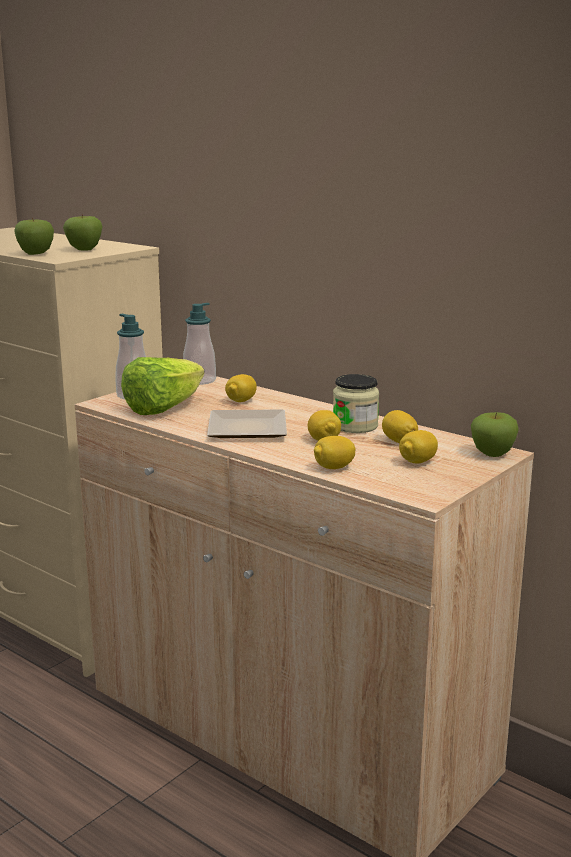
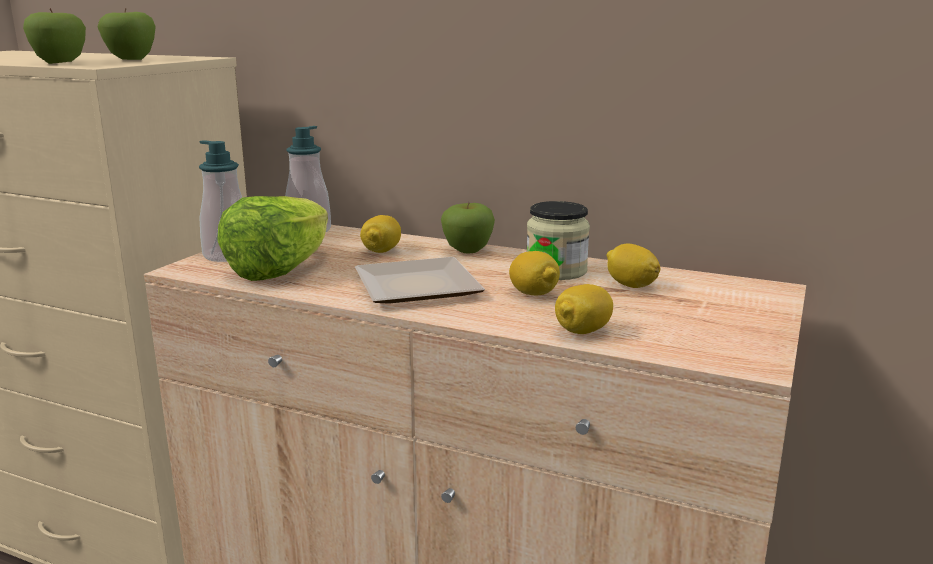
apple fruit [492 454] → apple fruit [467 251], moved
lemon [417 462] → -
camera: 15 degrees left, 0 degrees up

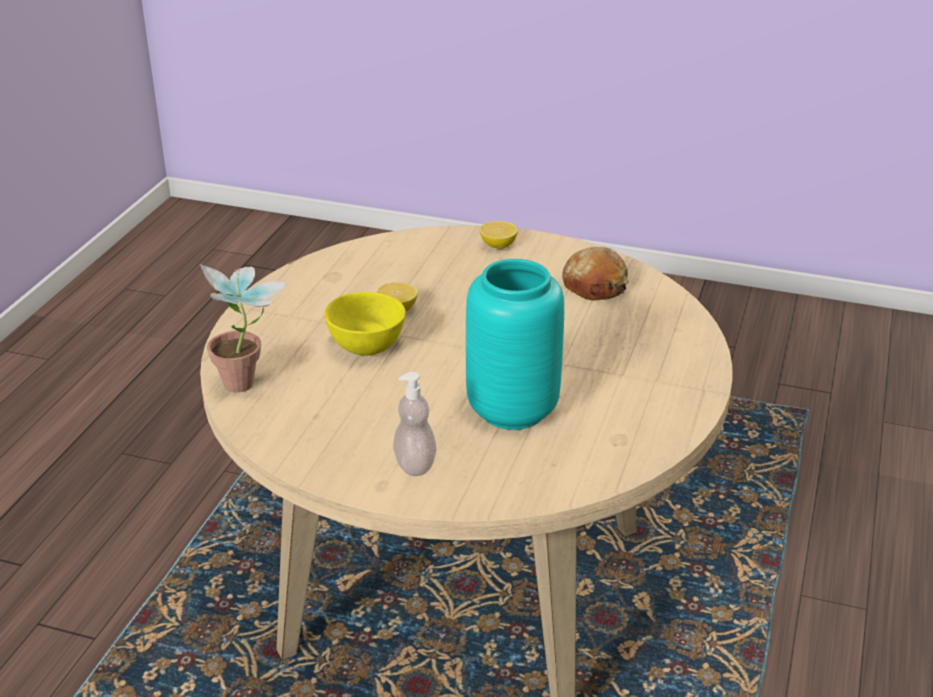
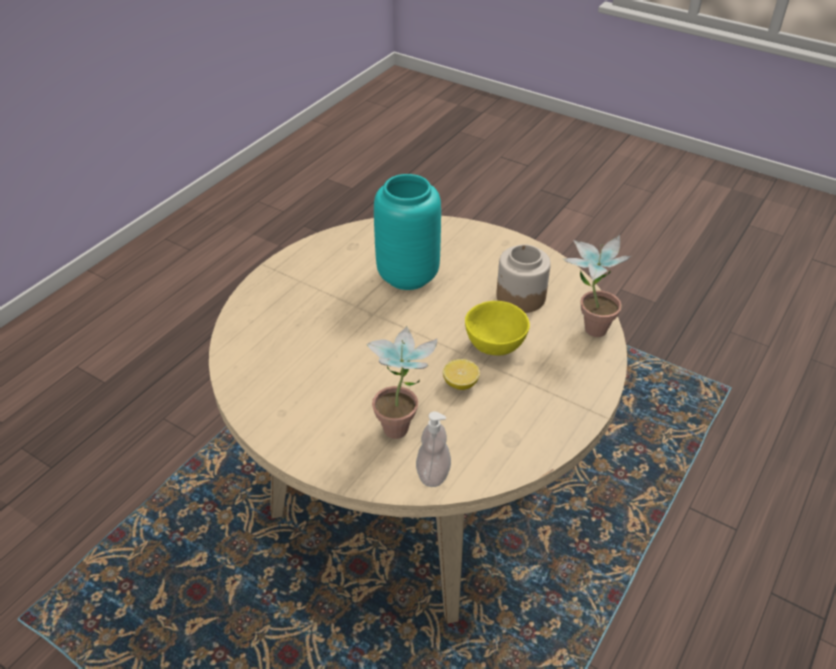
- → plant in a pot [402 423]
soap dispenser [415 464] → soap dispenser [433 473], moved
- → preserve jar [520 296]
lemon [498 245] → -
baked bread [595 286] → -
camera: 165 degrees left, 10 degrees up

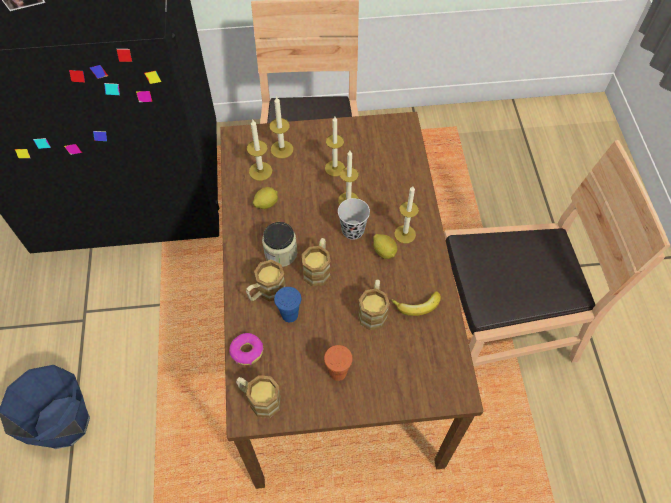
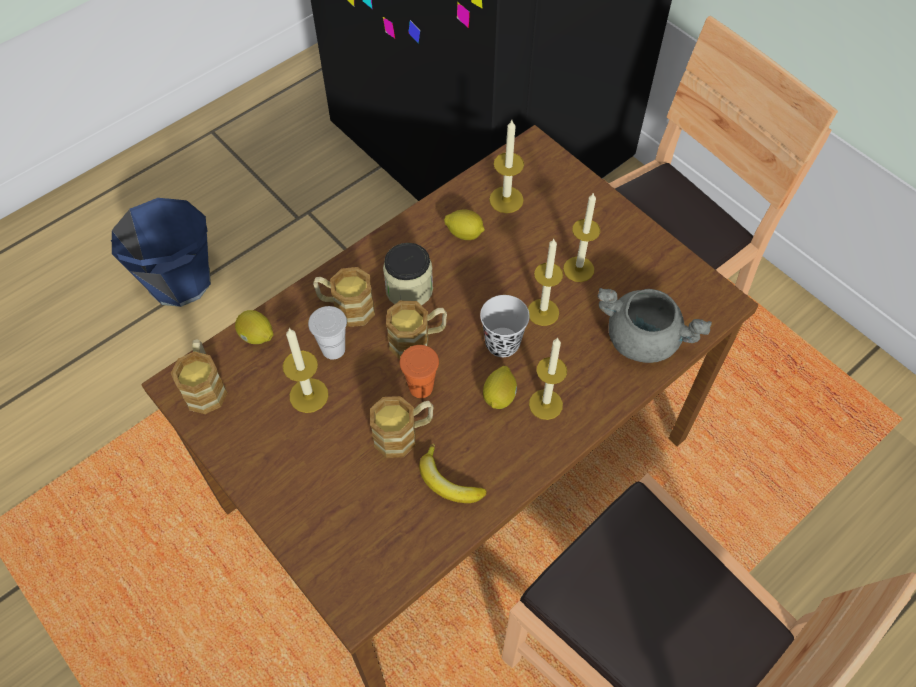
doughnut [246 351] → lemon [257 336]
wax candle [282 149] → wax candle [309 395], moved
blue drinking cup [289 315] → white drinking cup [333 349]
orange drinking cup [338 372] → orange drinking cup [421 387], moved
- → greyish stockpot [643 339]
camera: 55 degrees right, 0 degrees up

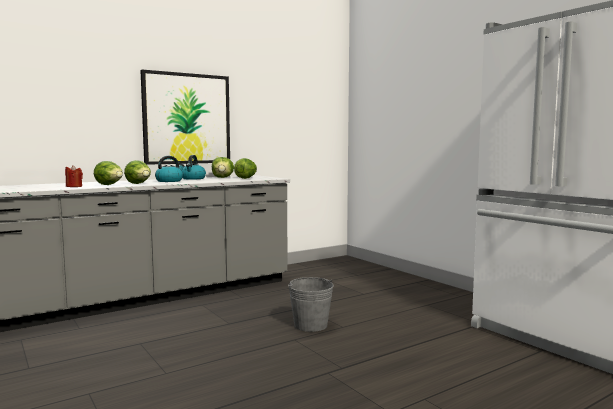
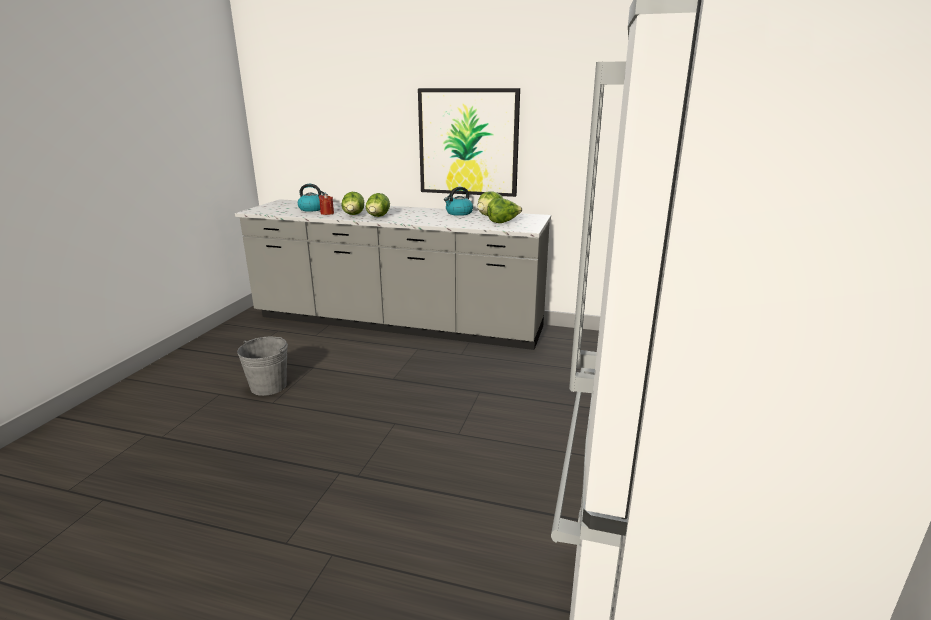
greyish bucket [310 325] → greyish bucket [268 386], moved
water kettle [169 181] → water kettle [312 209], moved
camera: 50 degrees right, 15 degrees up

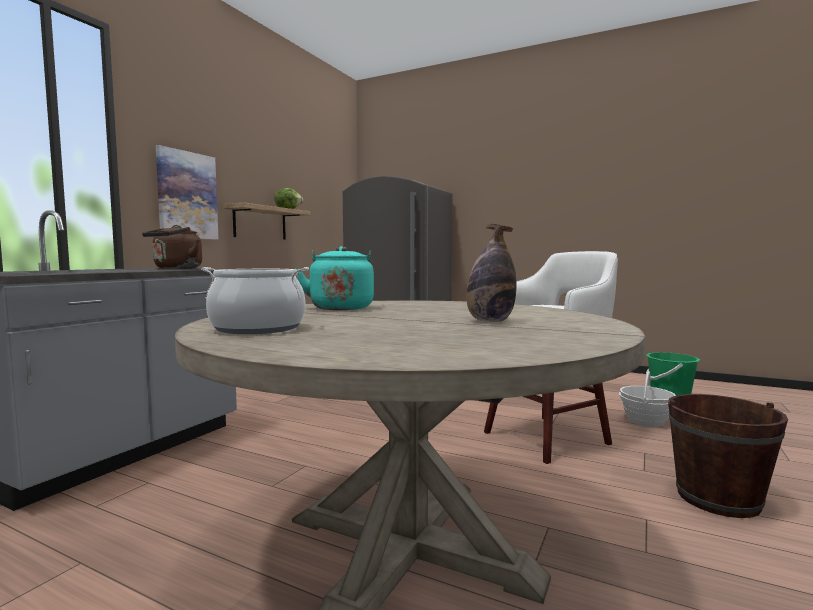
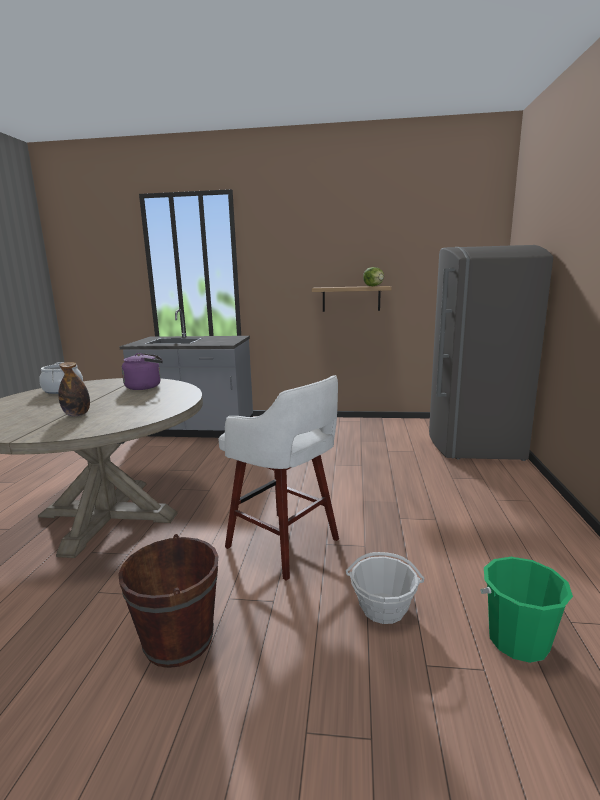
turquoise water kettle [341 307] → purple water kettle [145 386]
brown water kettle [176 268] → -
wall art [187 195] → -
camera: 70 degrees right, 10 degrees up

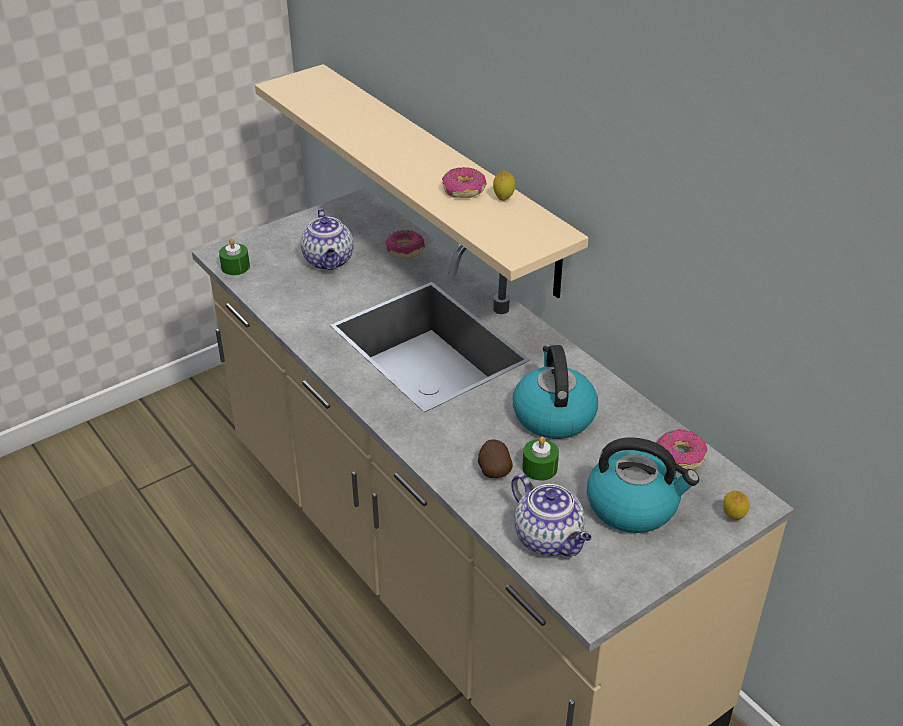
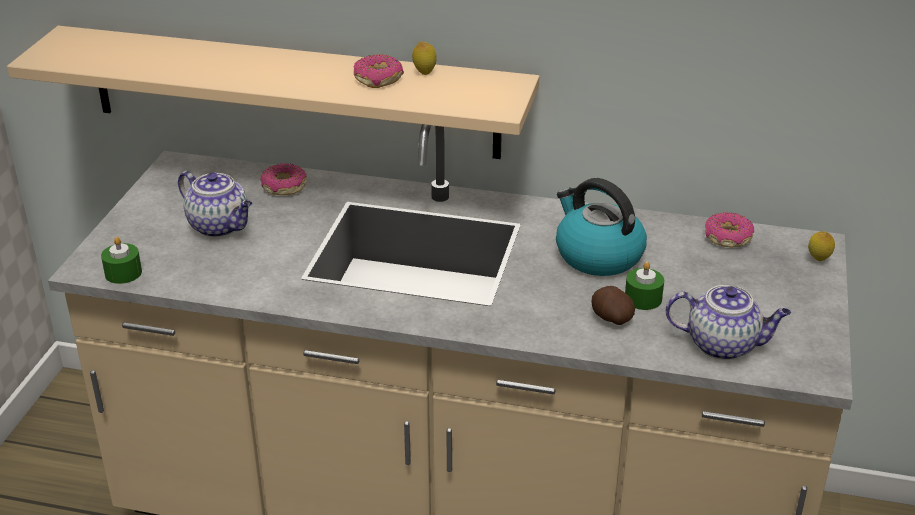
water kettle [633 506] → -
camera: 40 degrees left, 5 degrees down

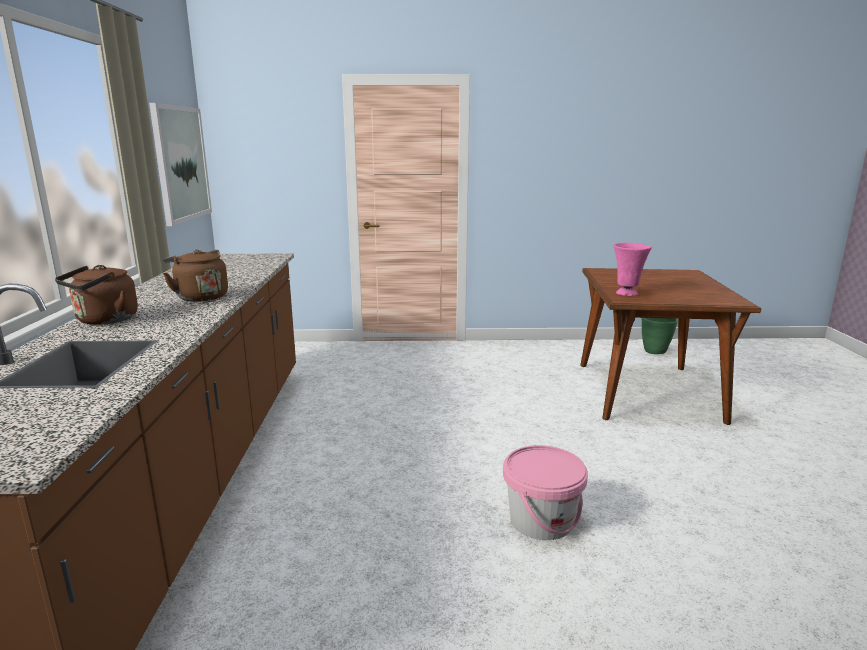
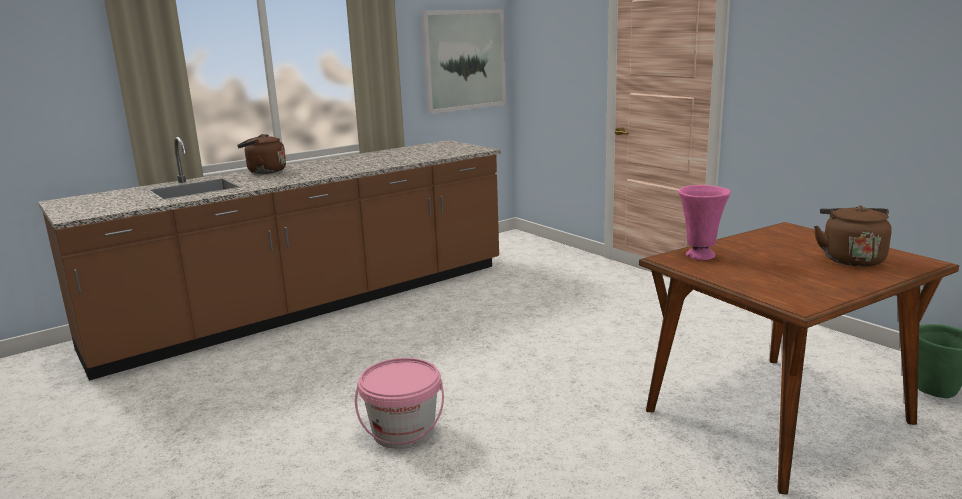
brown water kettle [200 297] → brown water kettle [850 259], moved
camera: 55 degrees right, 0 degrees up

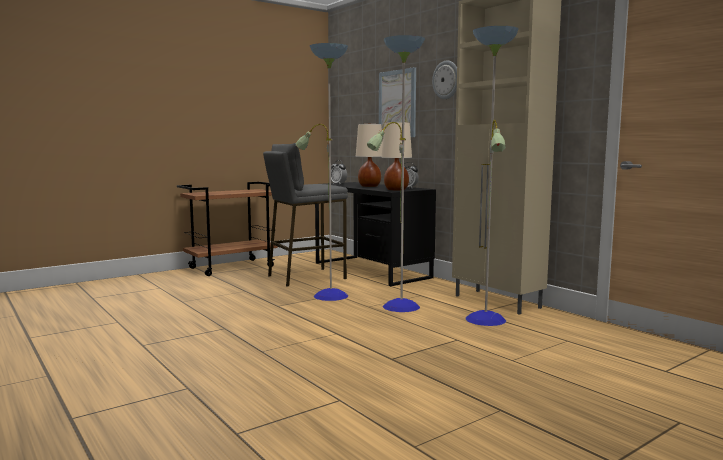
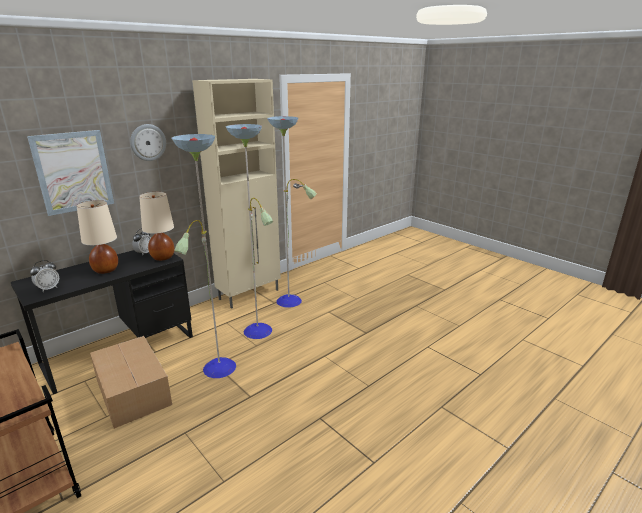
greyish stool [306 277] → packing box [132 393]
camera: 95 degrees left, 15 degrees up

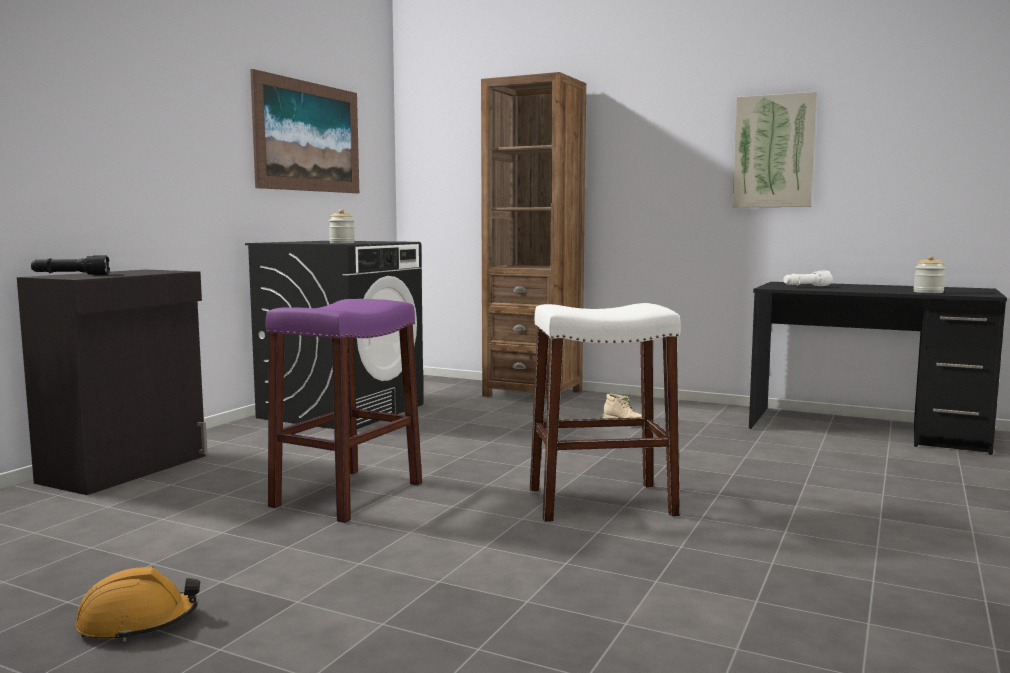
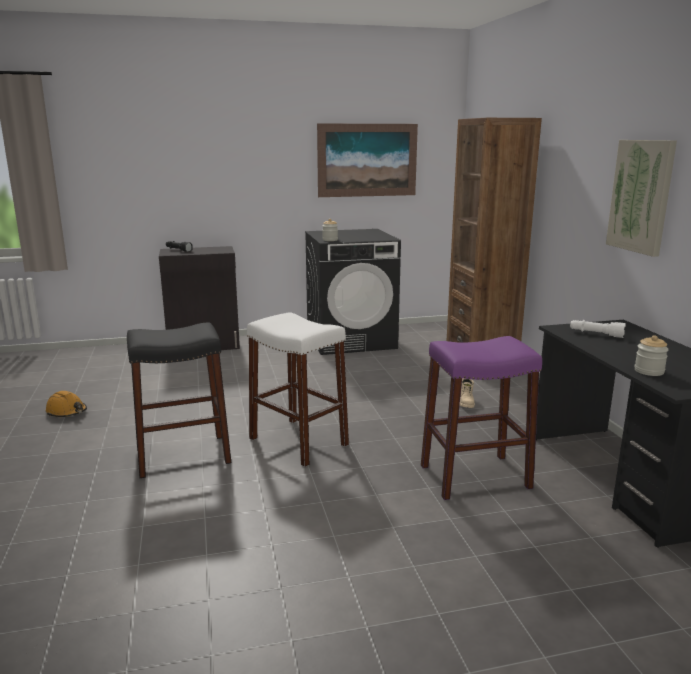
- → black stool [183 455]
purple stool [348 494] → purple stool [475 476], moved
camera: 50 degrees right, 10 degrees up

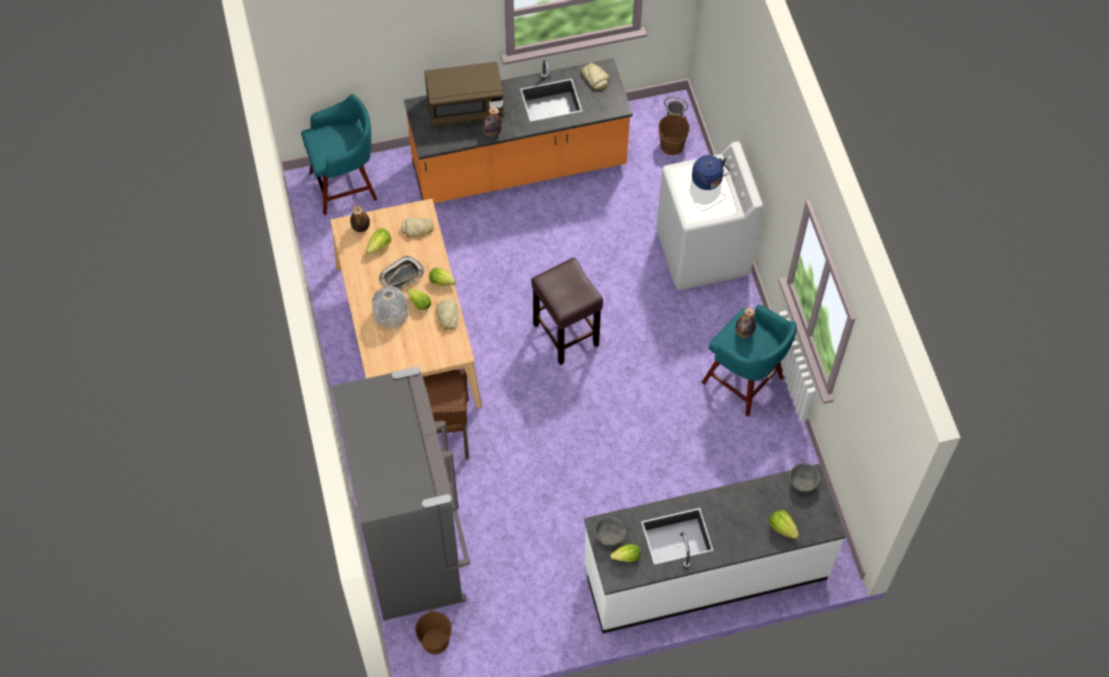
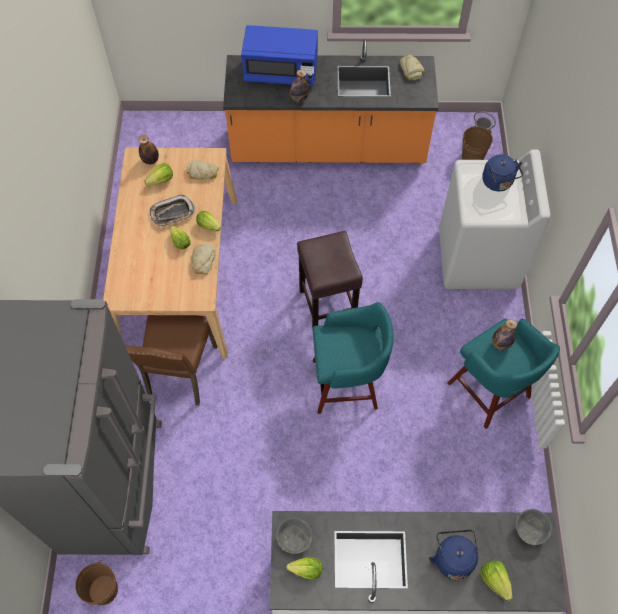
brown kitchen microwave [465 107] → blue kitchen microwave [281 72]
turquoise stool [346 185] → turquoise stool [347 384], moved
- → blue water kettle [452 557]
greyish flower vase [391 313] → -
camera: 15 degrees right, 0 degrees up

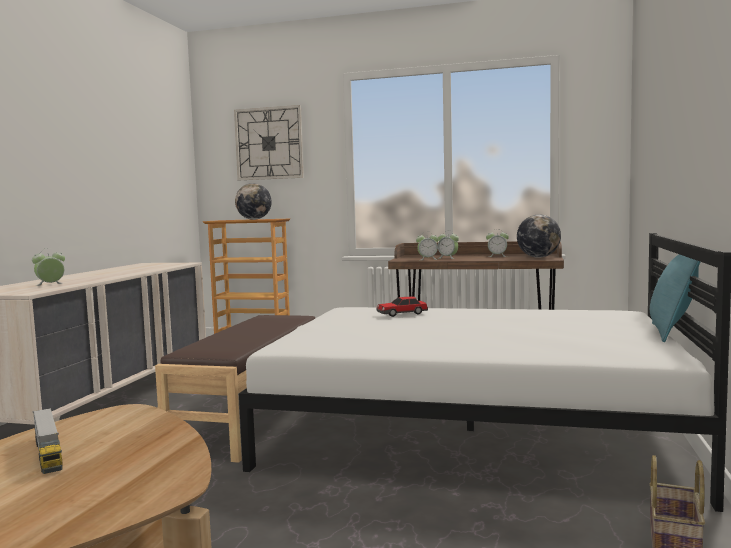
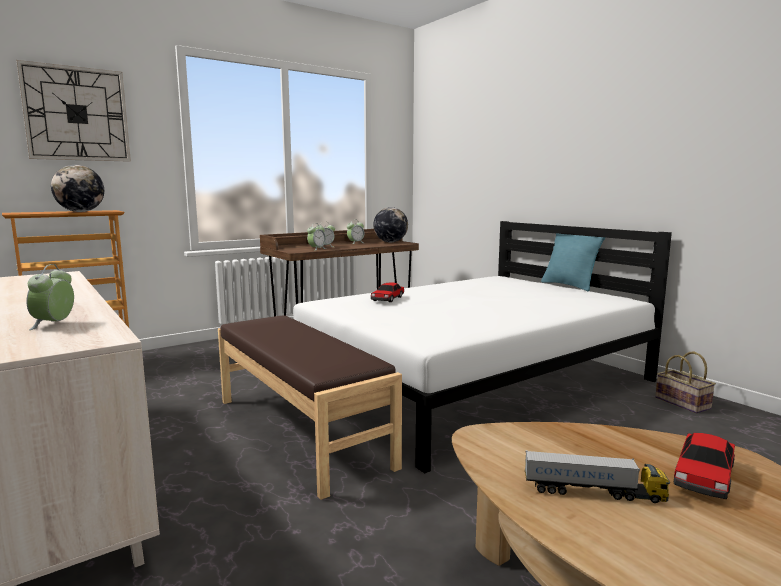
- → toy car [703 476]
camera: 50 degrees left, 5 degrees up

